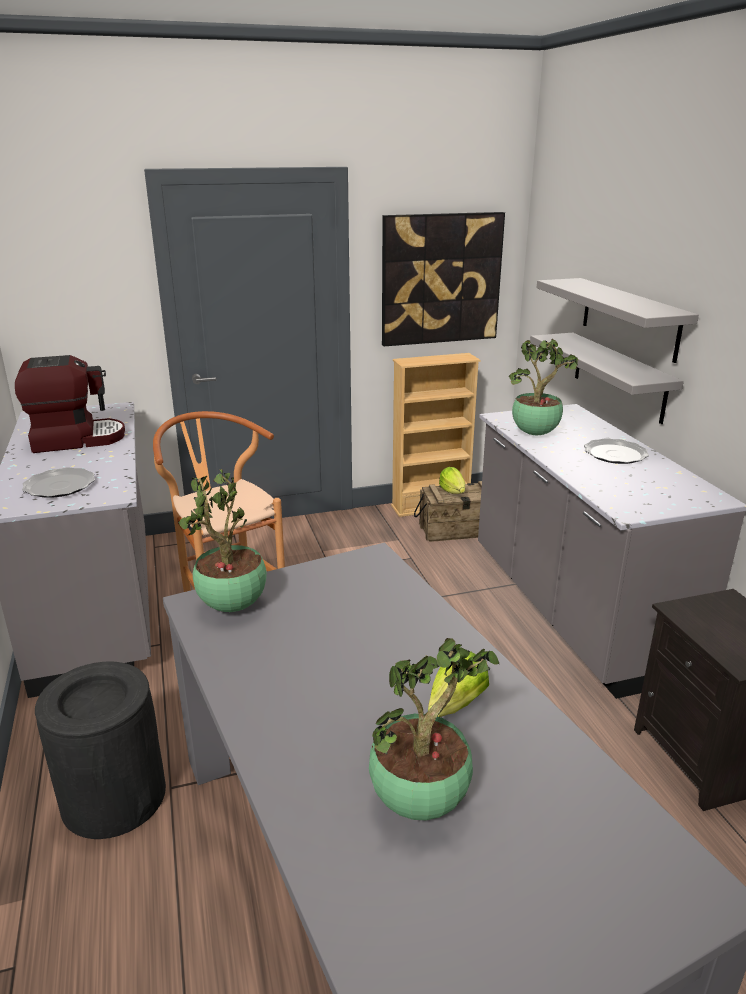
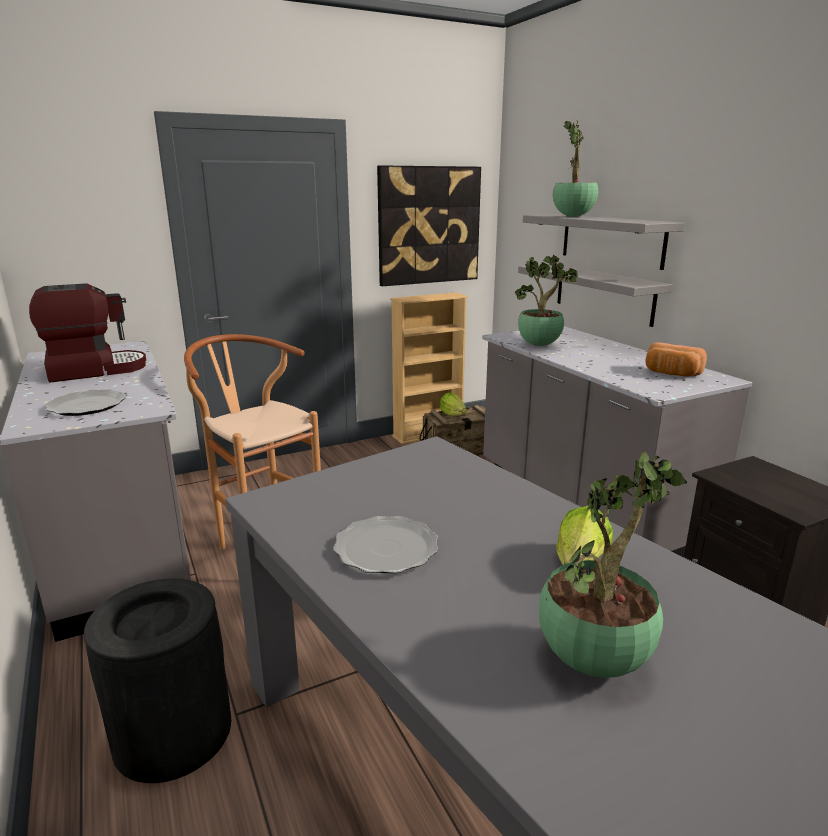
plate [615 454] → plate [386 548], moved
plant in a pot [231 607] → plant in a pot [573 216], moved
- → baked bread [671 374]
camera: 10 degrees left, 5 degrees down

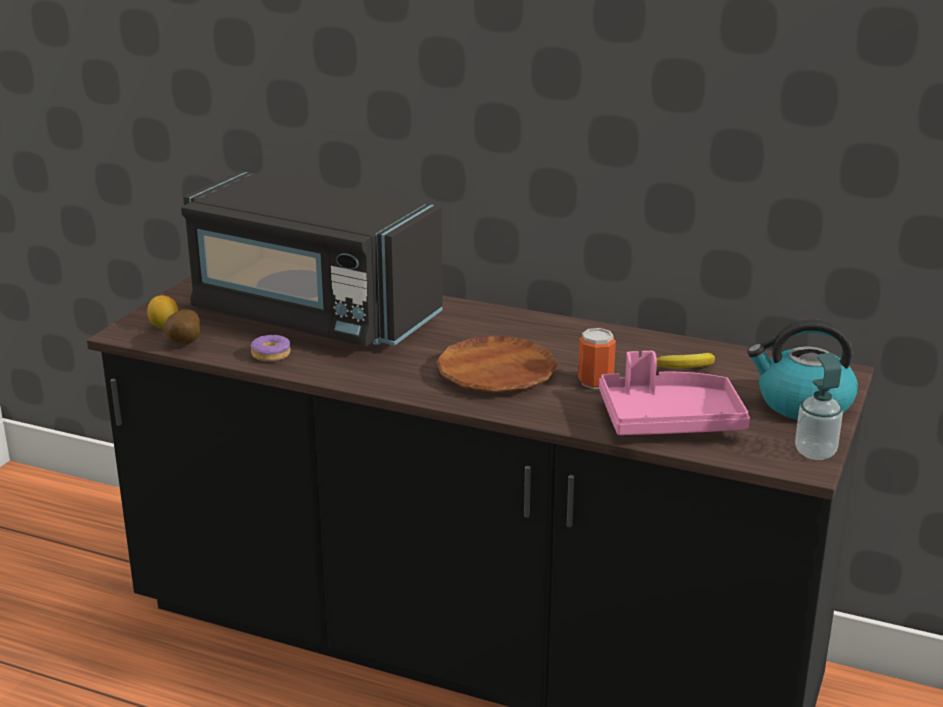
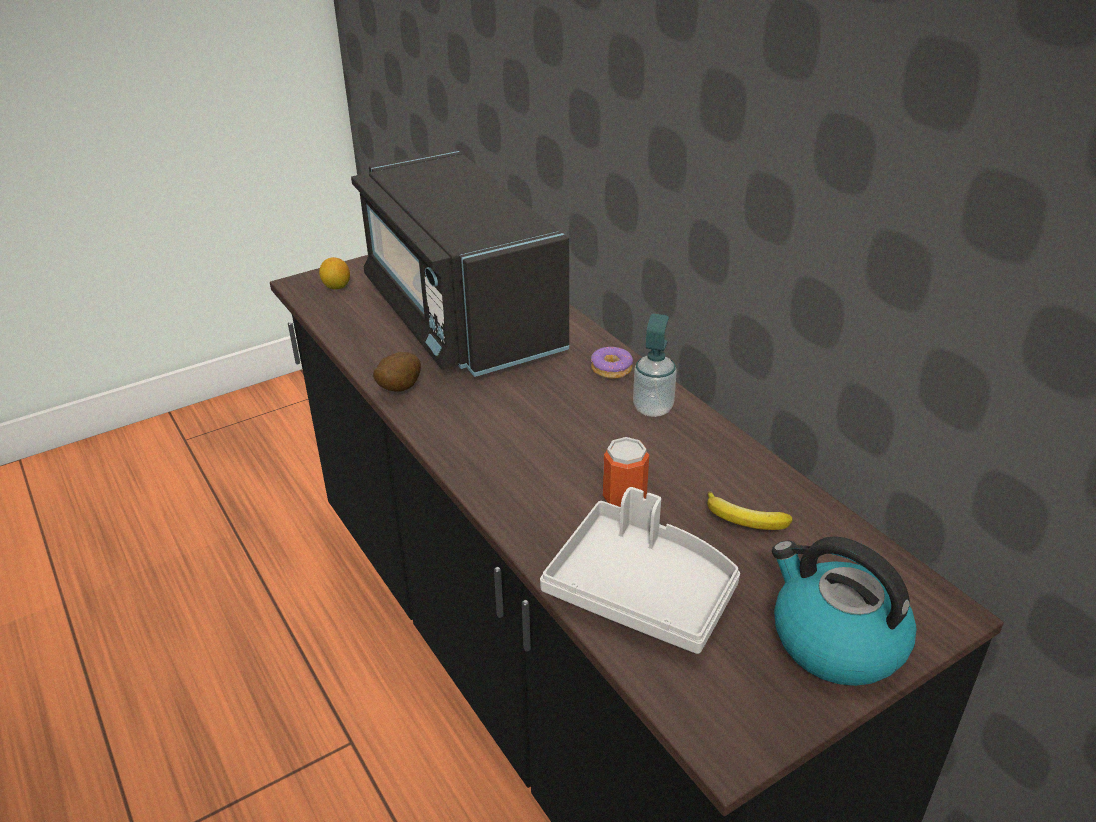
whole potato [183 345] → whole potato [397 389], moved
pink carrying tray [669 420] → greyish carrying tray [642 591]
doughnut [271 355] → doughnut [611 369], moved
soap dispenser [815 452] → soap dispenser [653 408], moved
brown plate [496 373] → -
camera: 35 degrees right, 10 degrees up

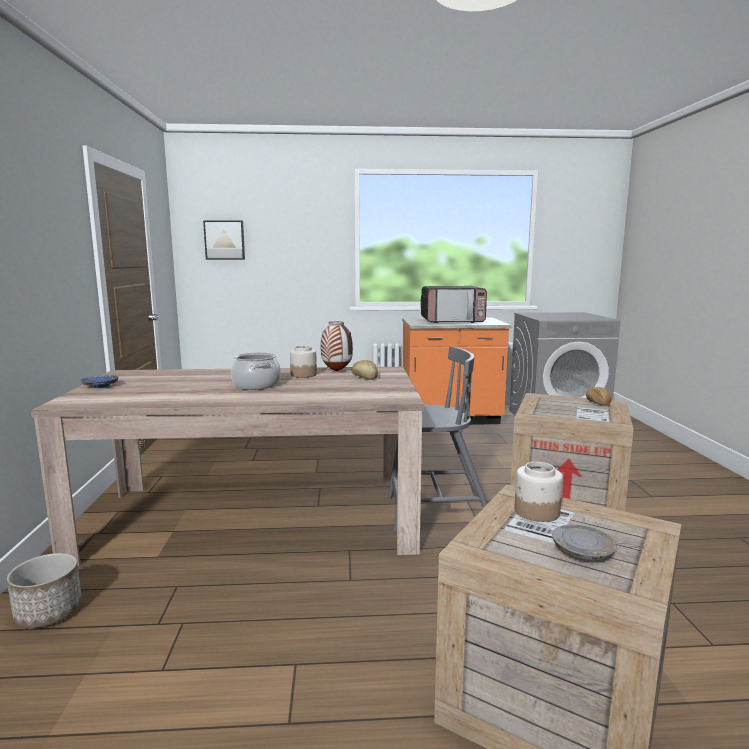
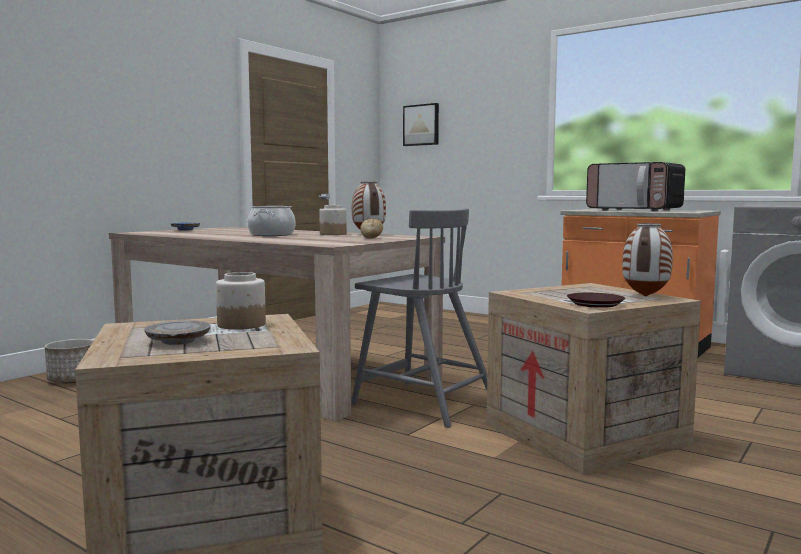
- → brown plate [595 304]
baked bread [597 403] → flower vase [646 296]
camera: 40 degrees right, 5 degrees down

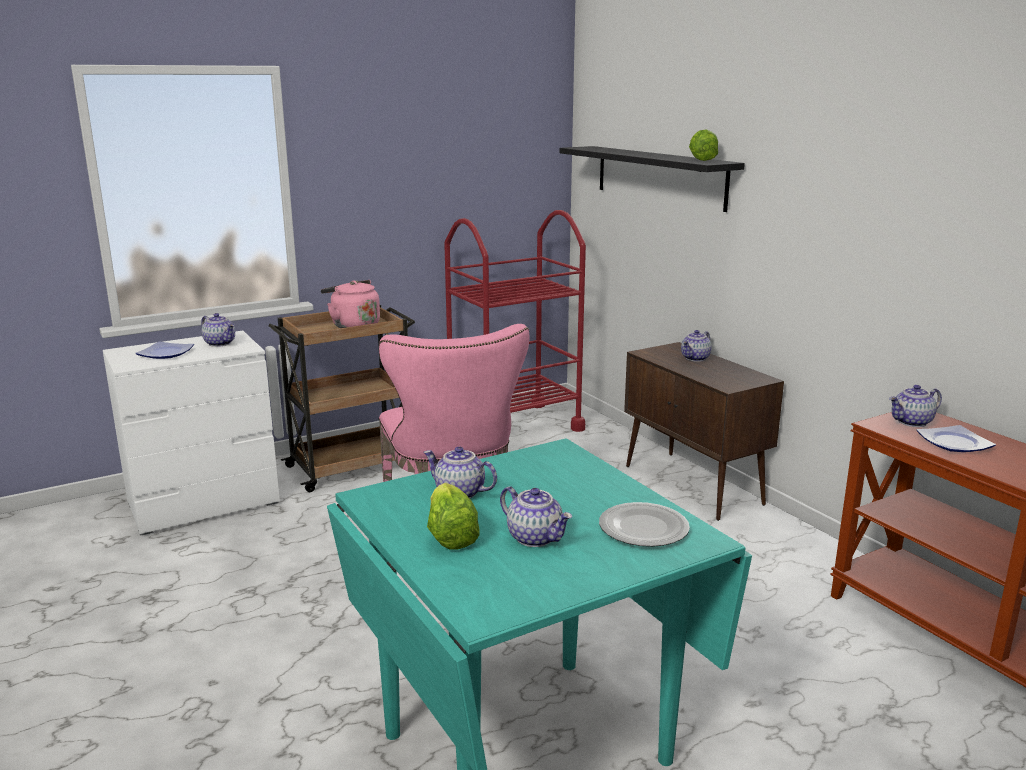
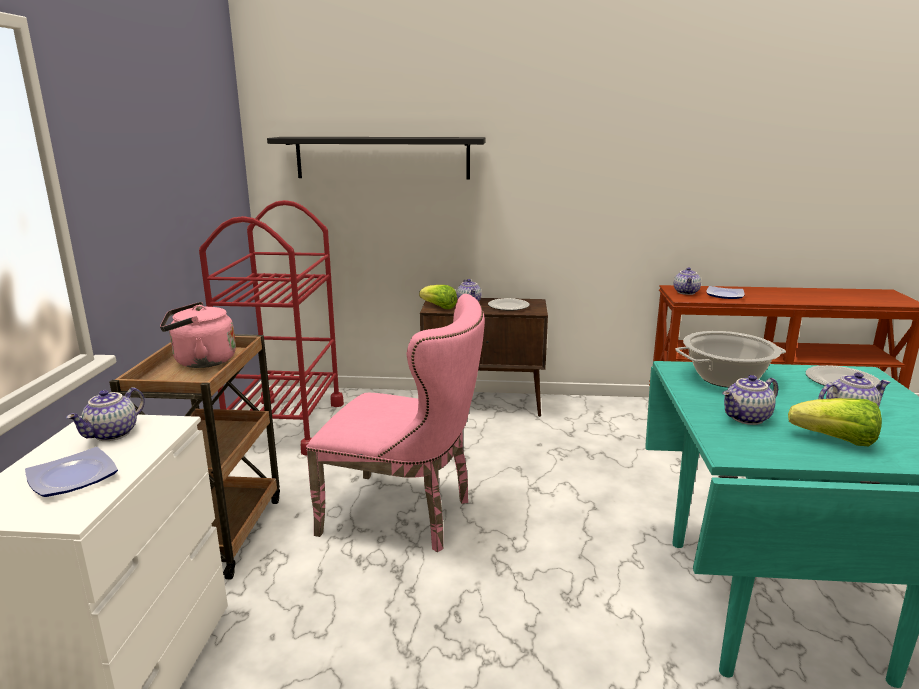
tea pot [220 343] → tea pot [113 434], 135 degrees clockwise
lettuce [700 159] → lettuce [439 307], moved
- → plate [508 306]
- → stockpot [726 378]
camera: 55 degrees left, 0 degrees up

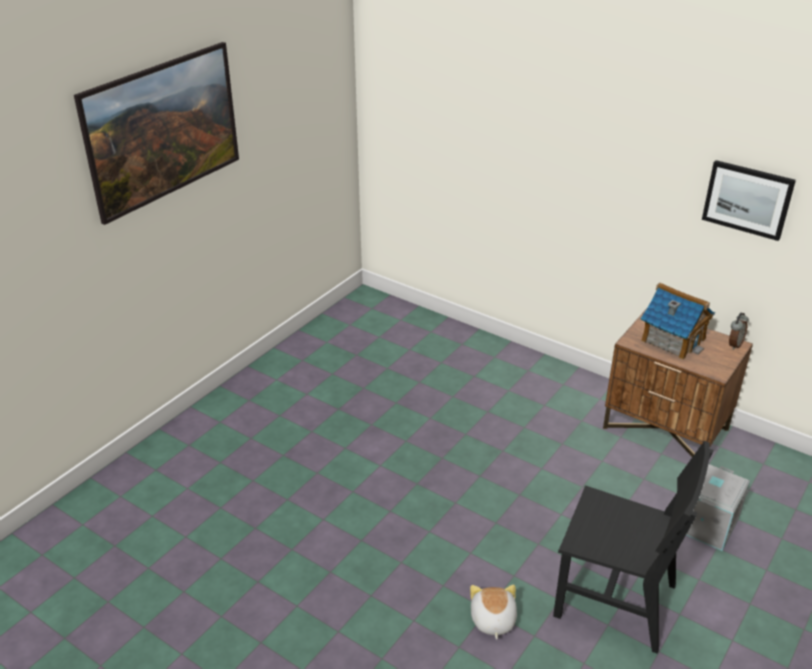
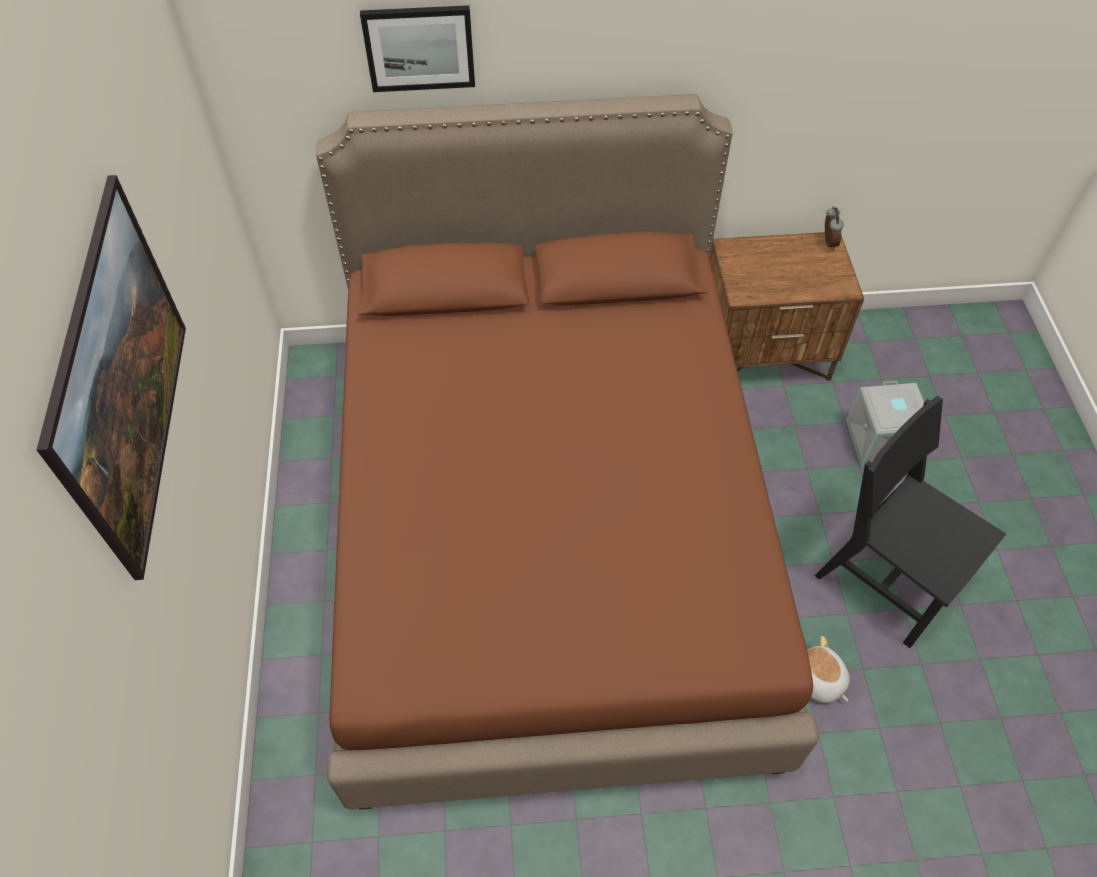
- → brown bedroom bed [548 532]
wall art [747 199] → wall art [419 47], moved
black upright chair [615 601] → black upright chair [888 579], 120 degrees counterclockwise
miniature house [673 339] → -
camera: 40 degrees left, 20 degrees up

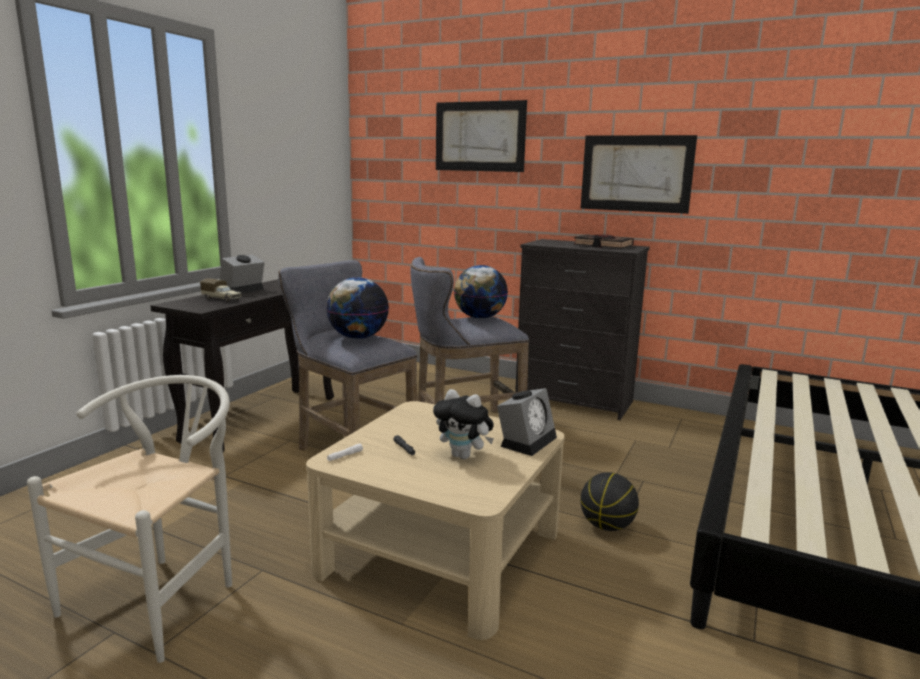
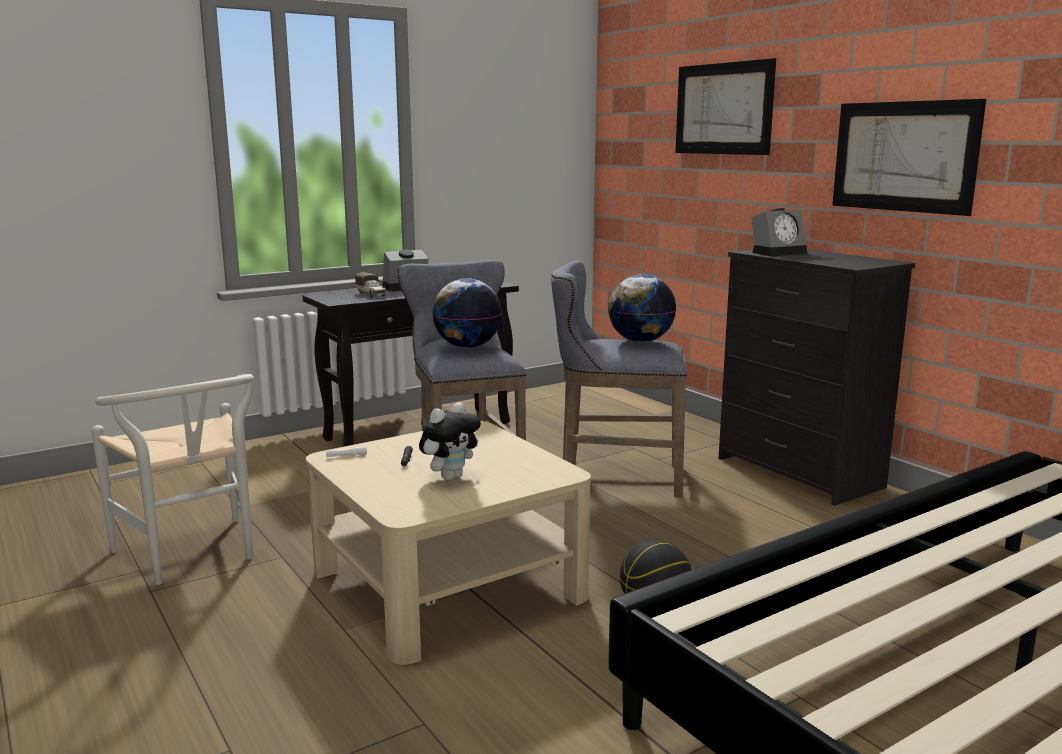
white upright chair [163 596] → white upright chair [193 556], 90 degrees clockwise
cuddly toy [464 456] → cuddly toy [450 476], 105 degrees counterclockwise
alarm clock [527 440] → alarm clock [779 252], moved
black bound book [603 246] → -
camera: 30 degrees right, 0 degrees up

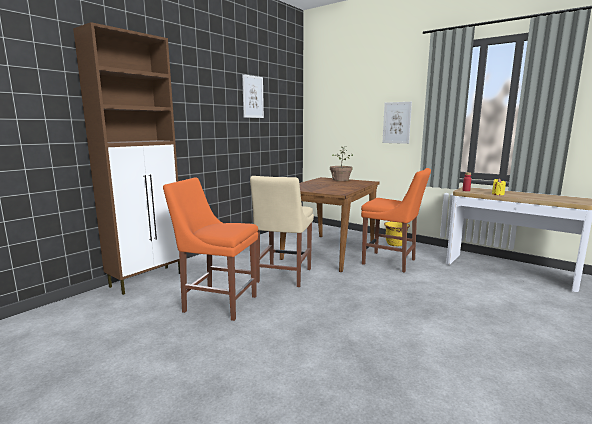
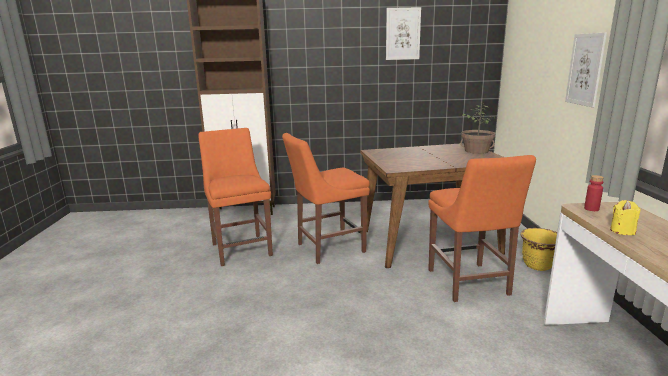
sand-coloured upright chair [283 276] → orange upright chair [327 248]
camera: 50 degrees right, 5 degrees up

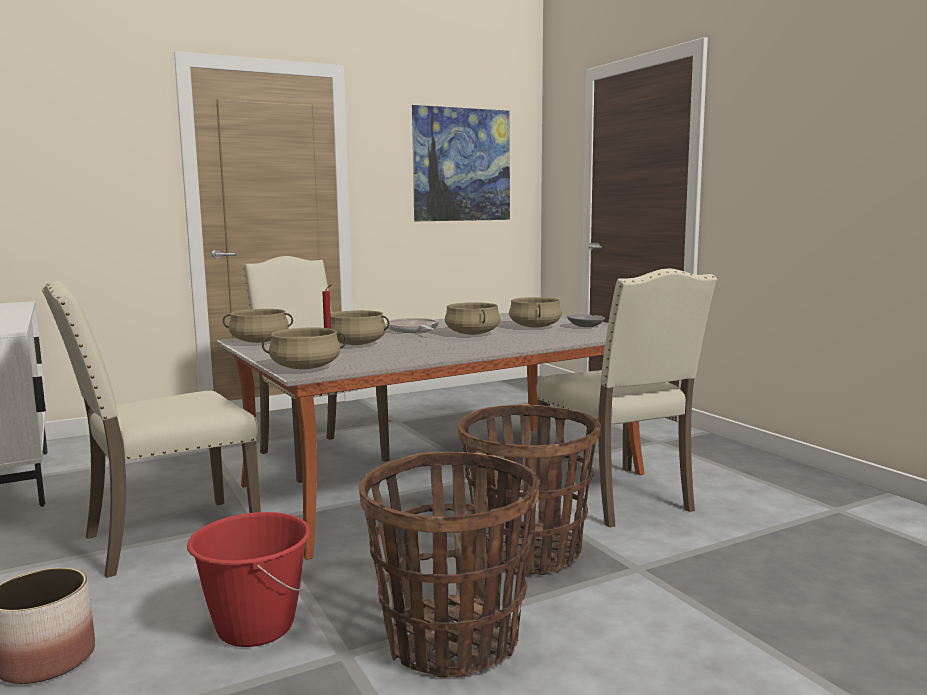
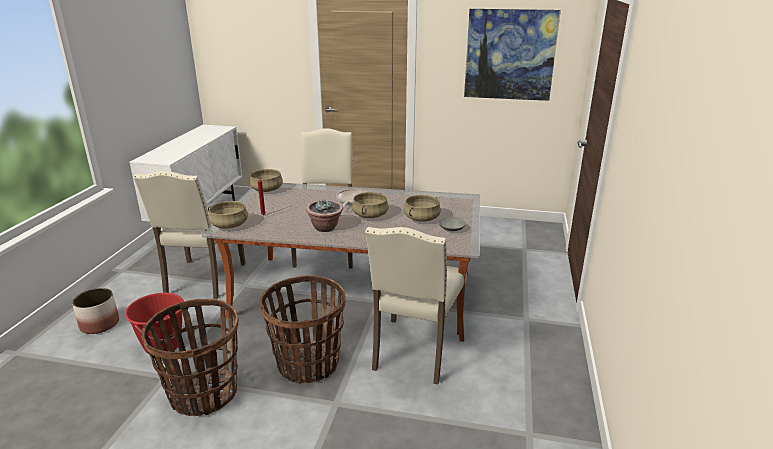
sand-coloured upright chair [167 538] → sand-coloured upright chair [203 280], 90 degrees counterclockwise
- → plant in a pot [325 228]
sand-coloured stockpot [357 344] → -
camera: 40 degrees right, 15 degrees up

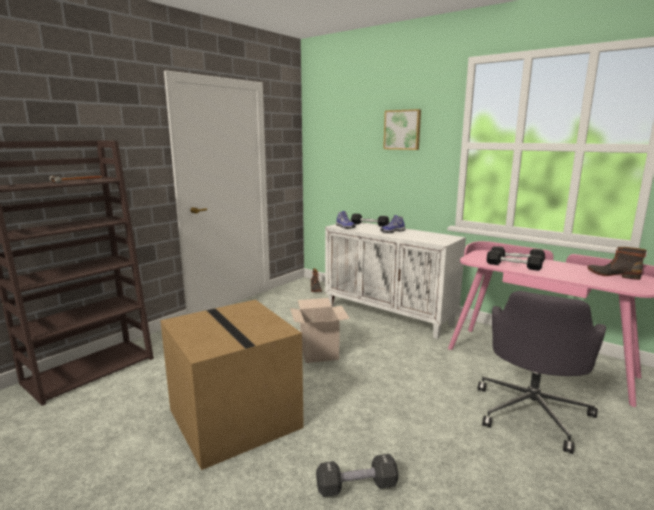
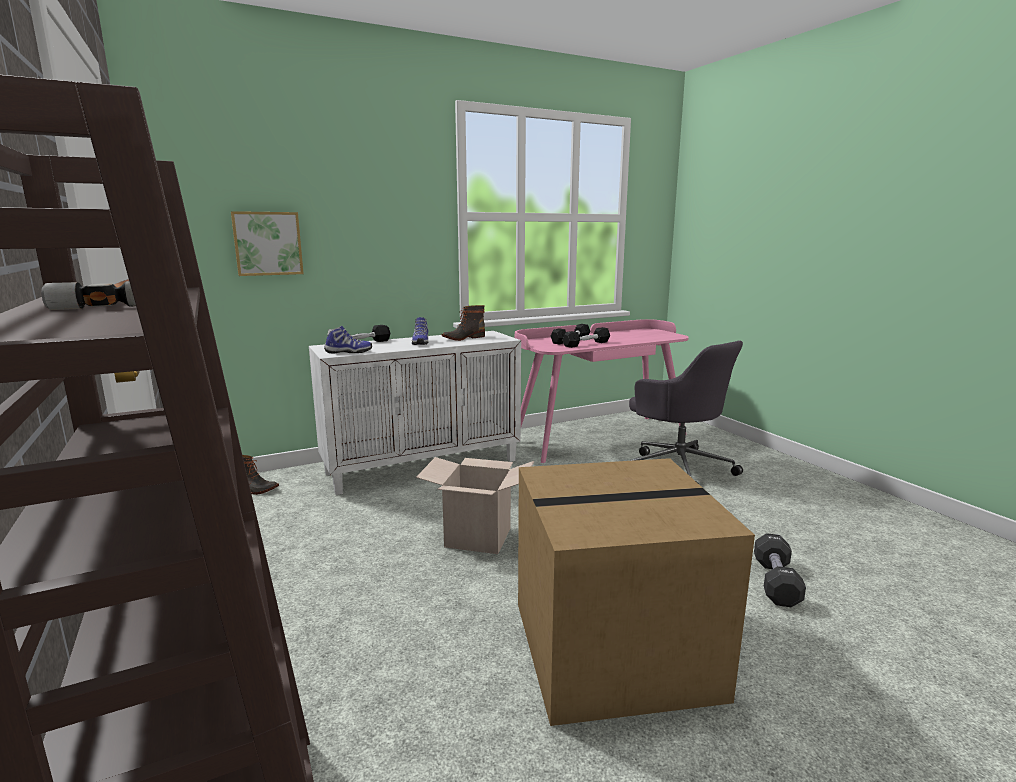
wall art [402 130] → wall art [267 243], moved
tall boot [613 275] → tall boot [463 338], moved
camera: 65 degrees left, 0 degrees up

